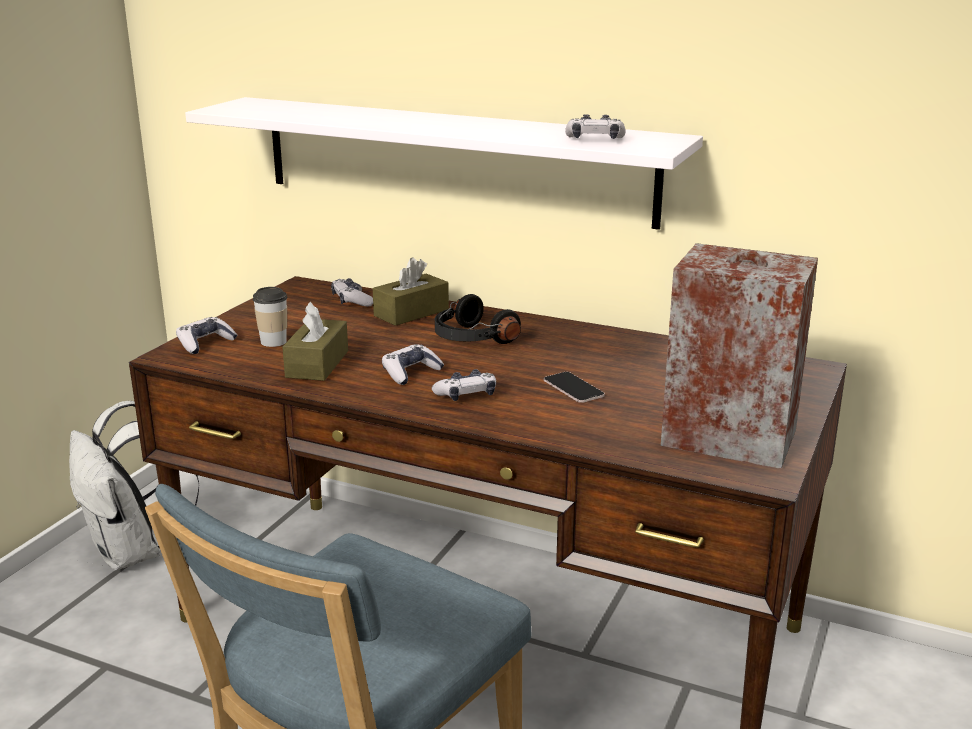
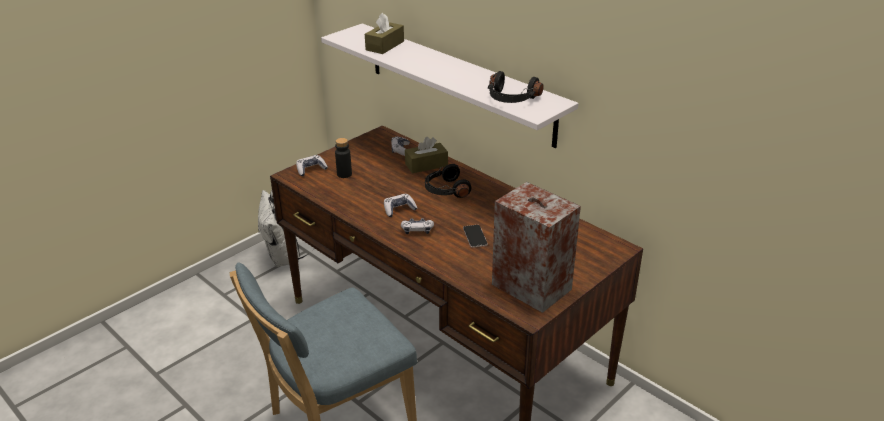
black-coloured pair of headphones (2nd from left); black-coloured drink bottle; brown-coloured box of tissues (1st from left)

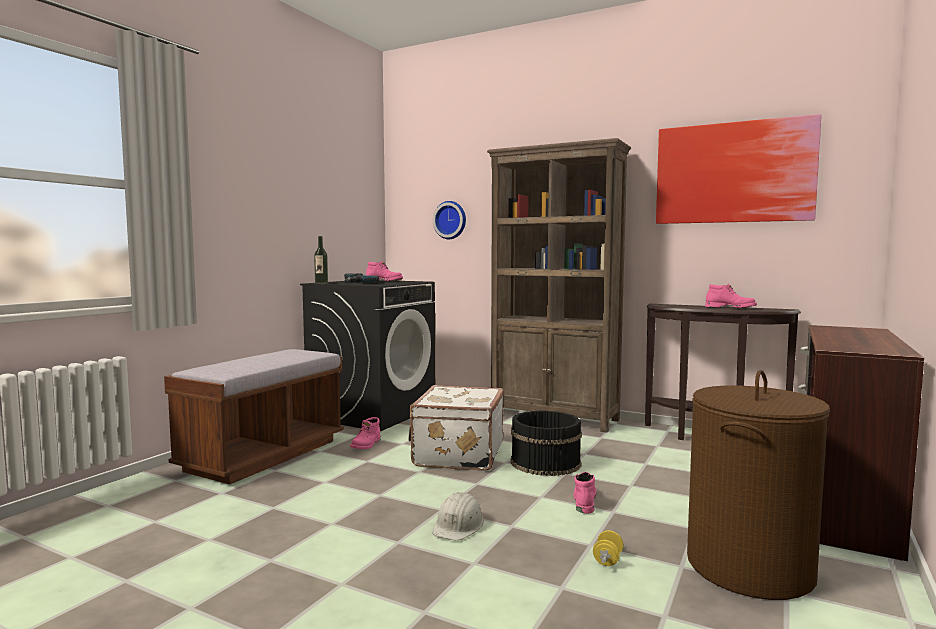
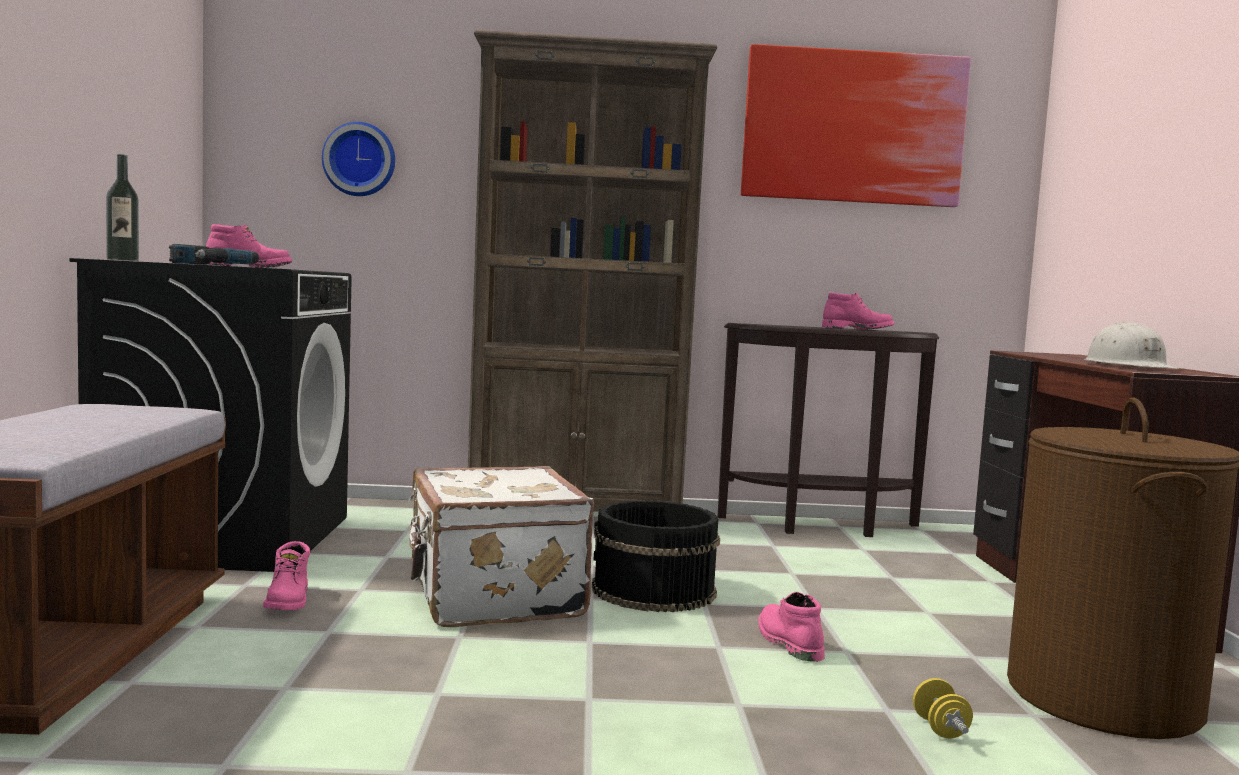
white-coloured work helmet

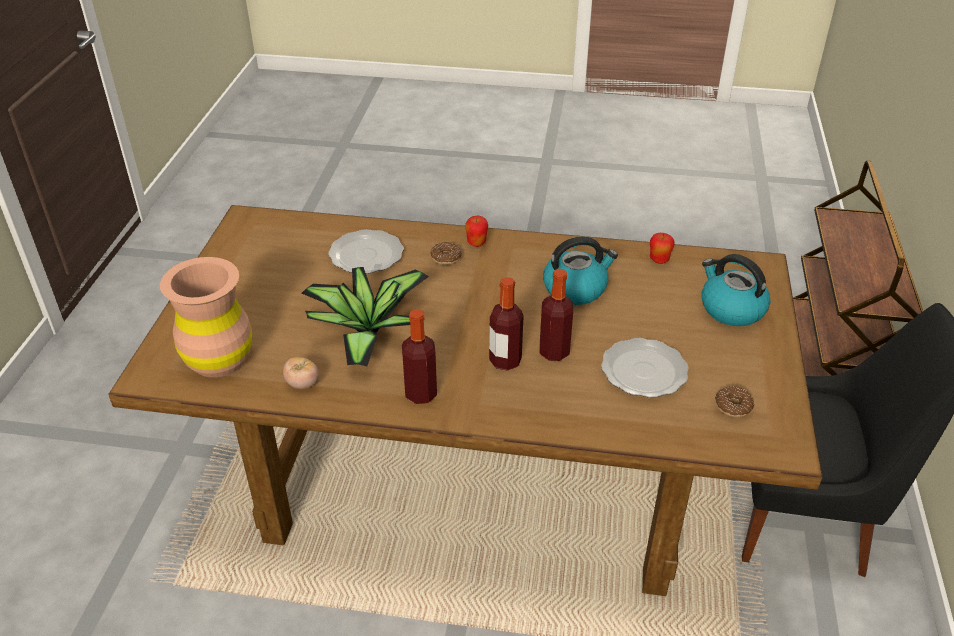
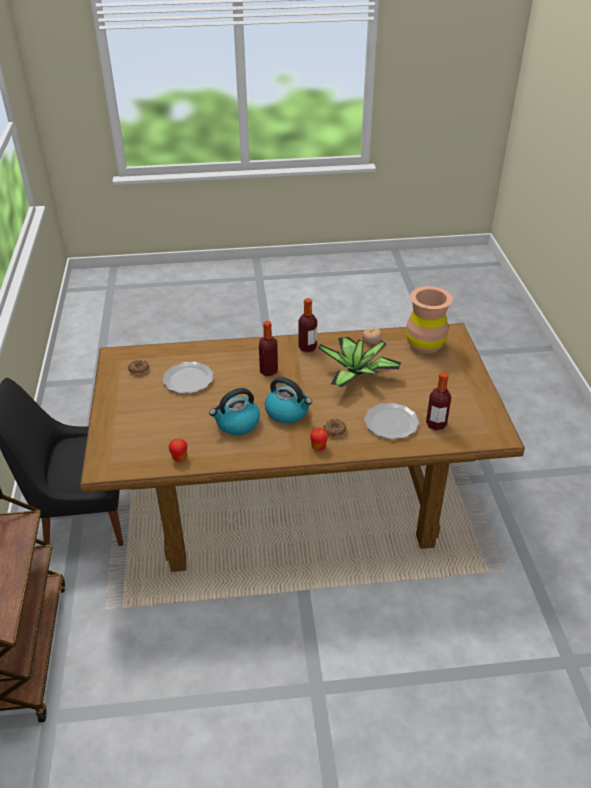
water kettle (2nd from left); drink bottle (3rd from left)

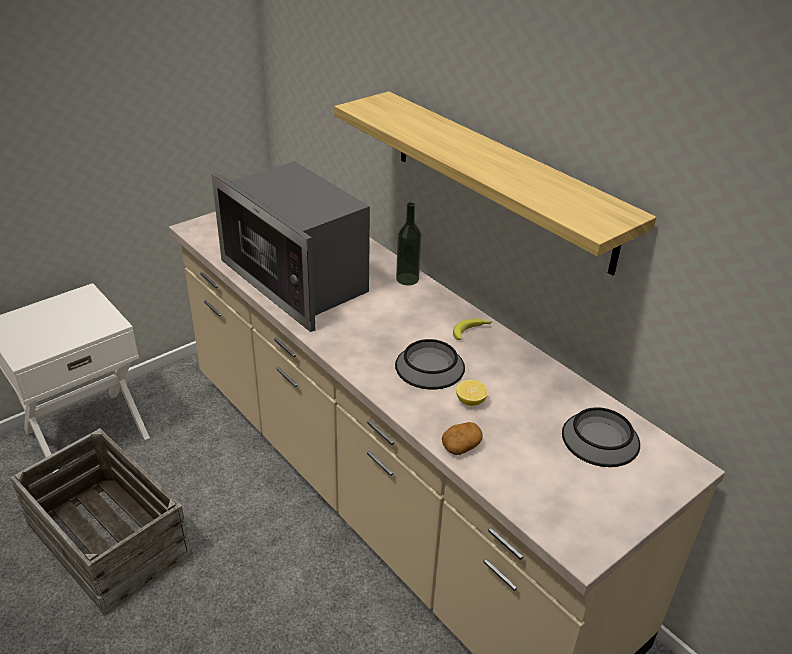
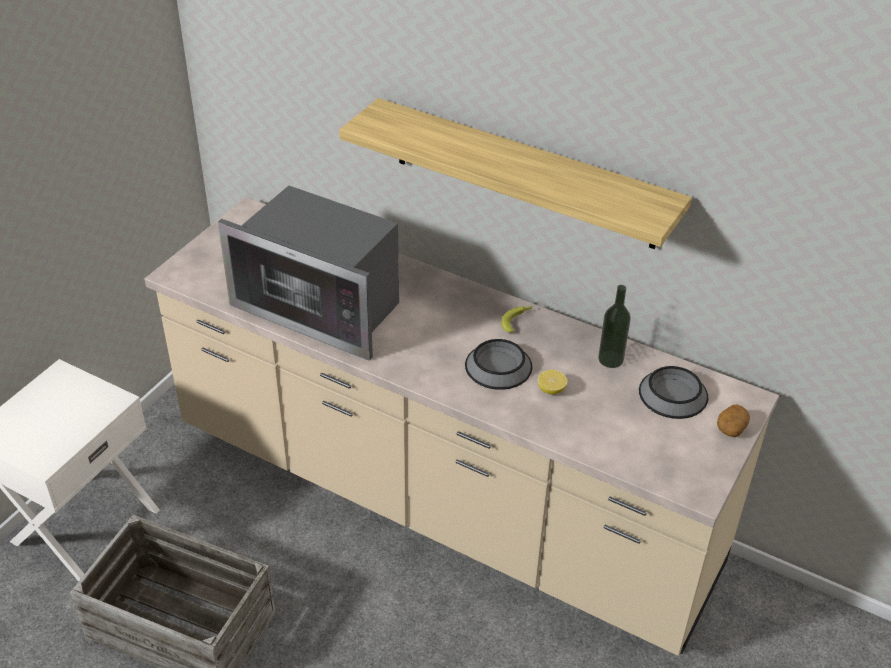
drink bottle; spud

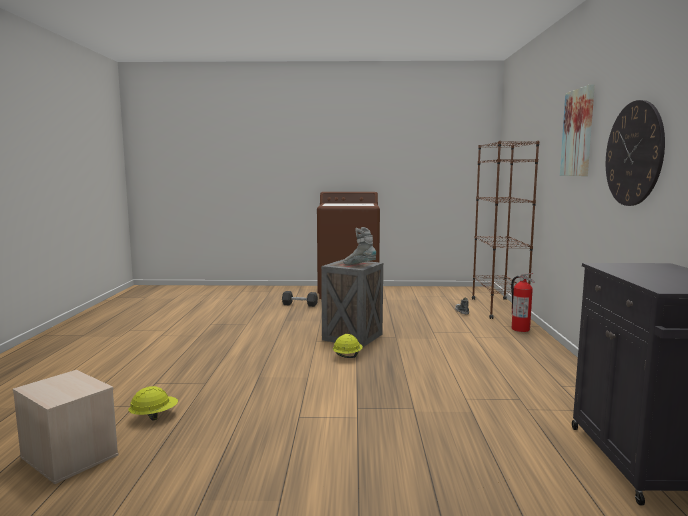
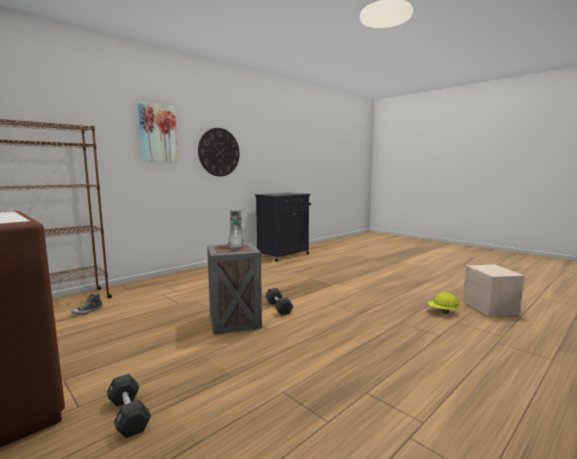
extinguisher; black-coloured hand weight (2nd from left)

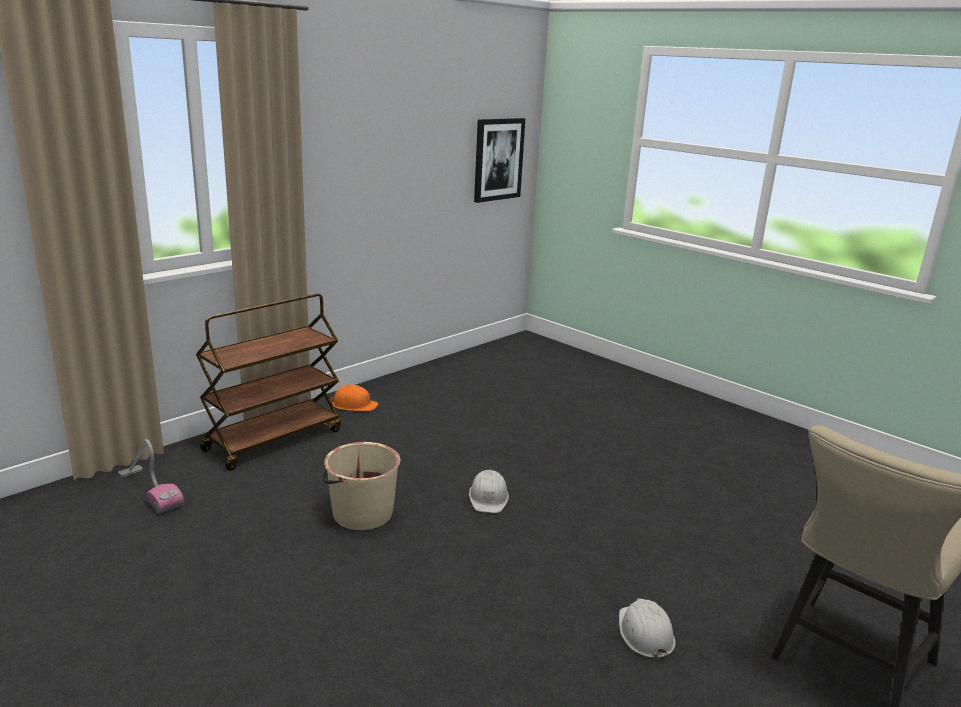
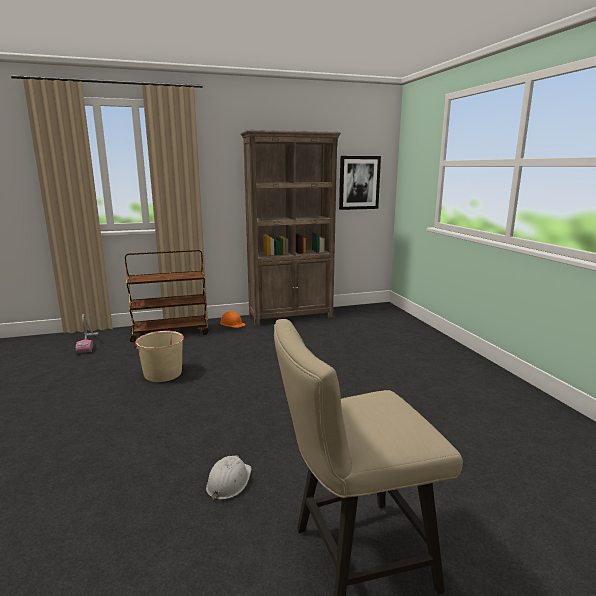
white-coloured work helmet (1st from left in the first image); brown-coloured bookshelf

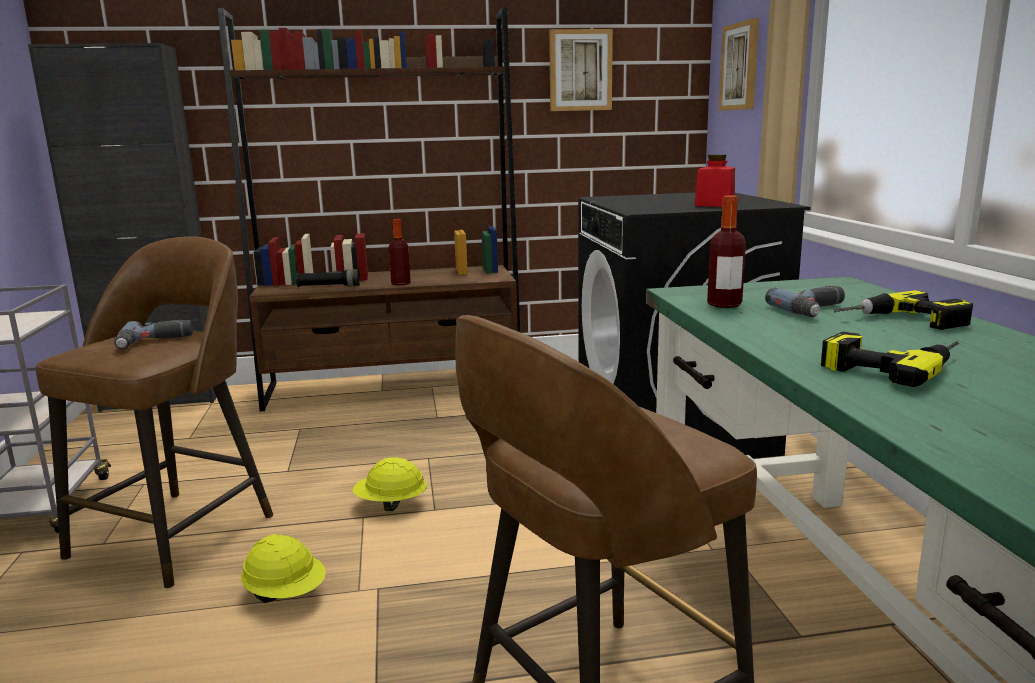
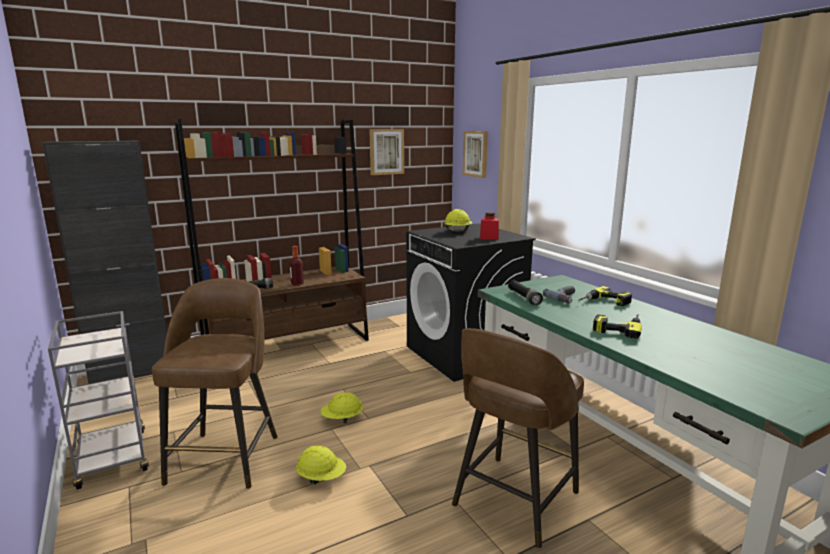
black-coloured hand torch (2nd from left); power drill (1st from left in the first image); yellowish work helmet (3rd from left)

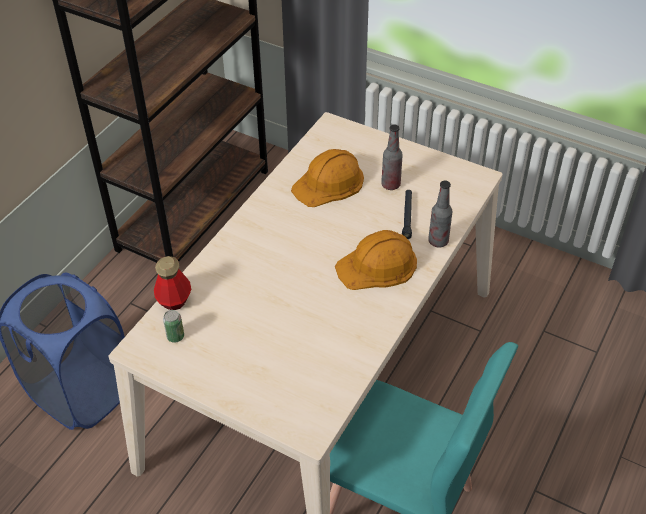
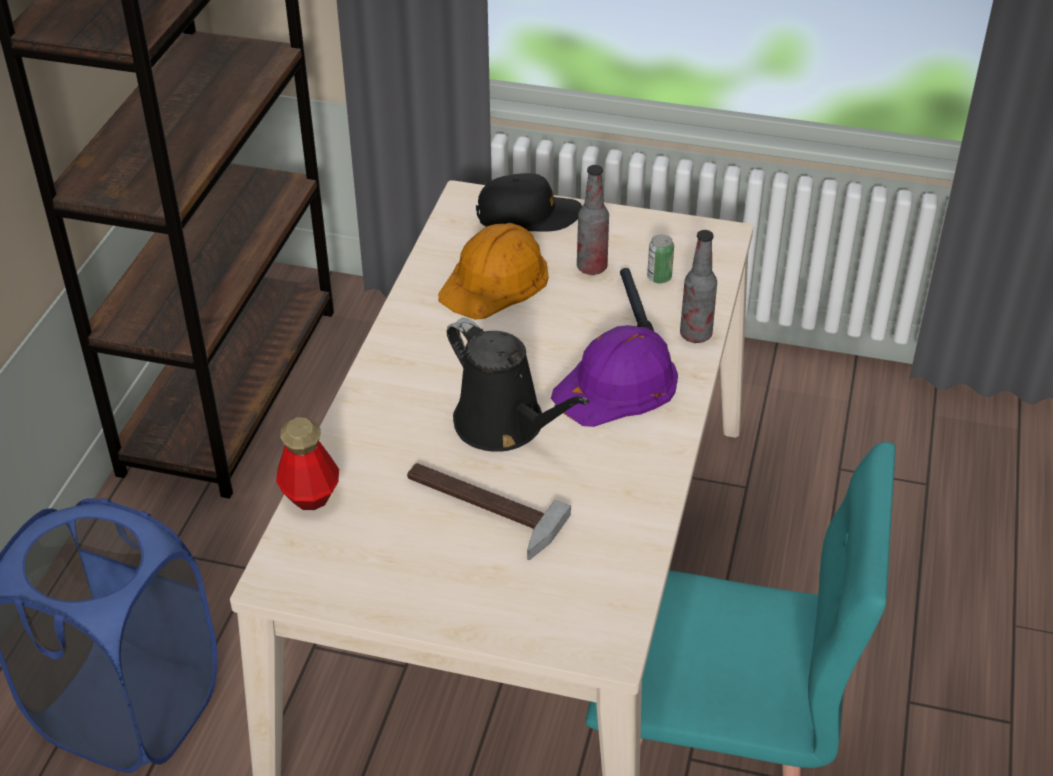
purplish work helmet; metal can; black-coloured baseball cap; black-coloured watering can; tool hammer

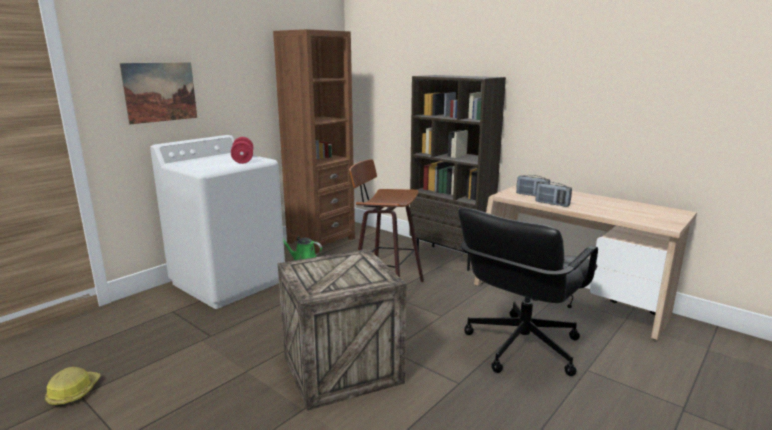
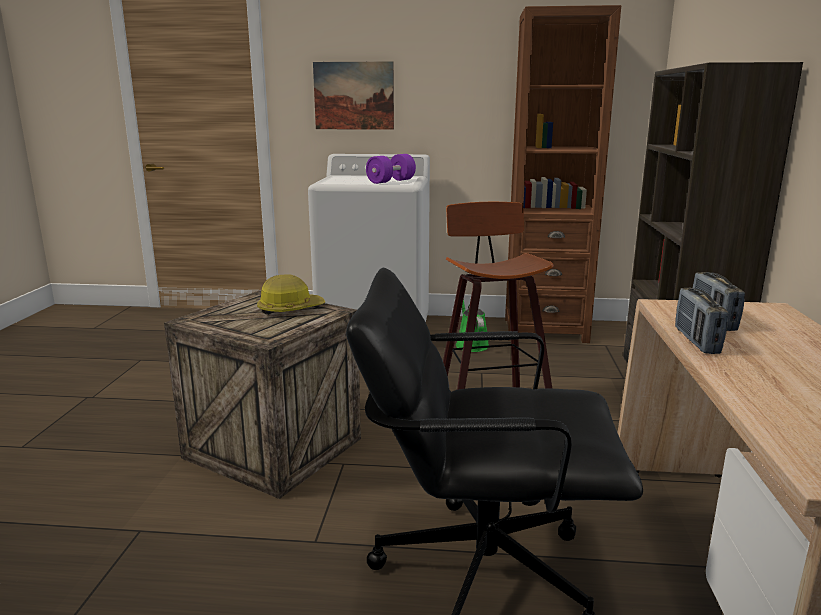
purplish hand weight; work helmet

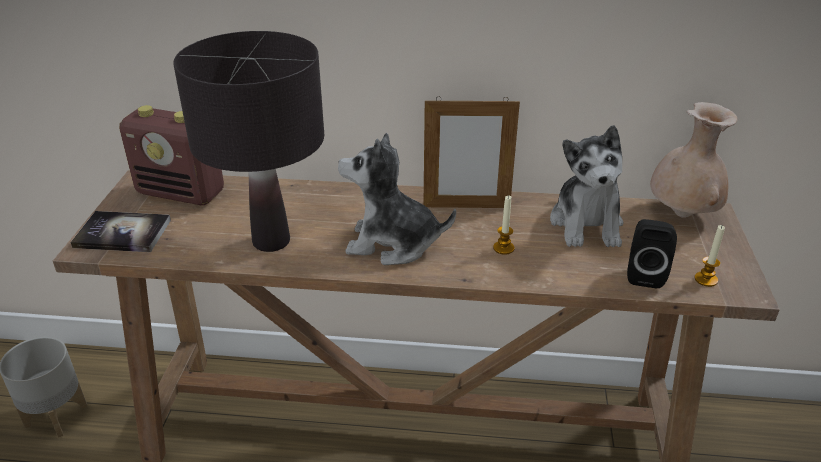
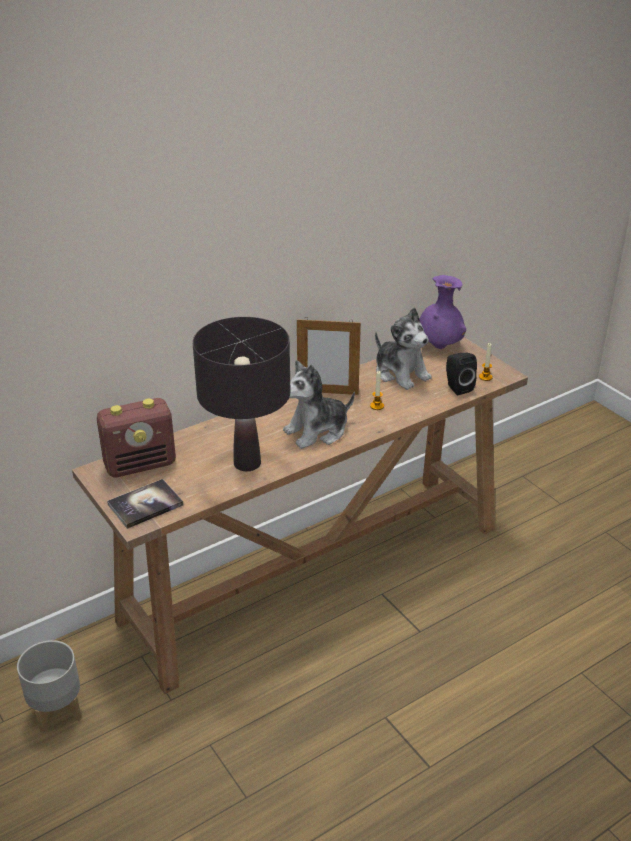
picture frame; purplish vase

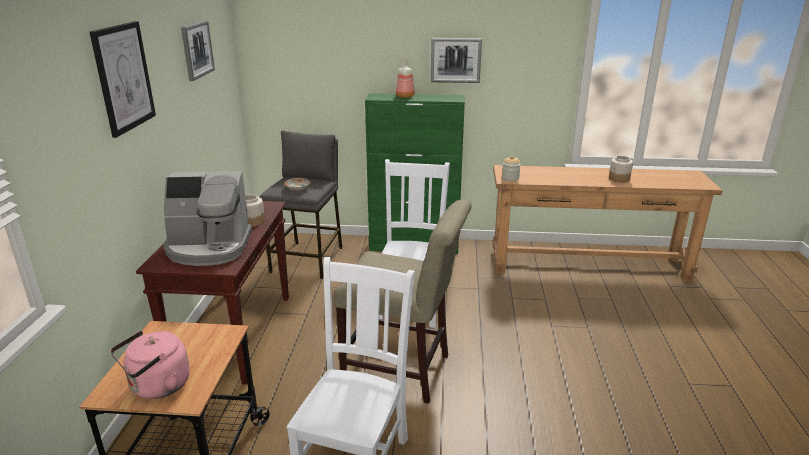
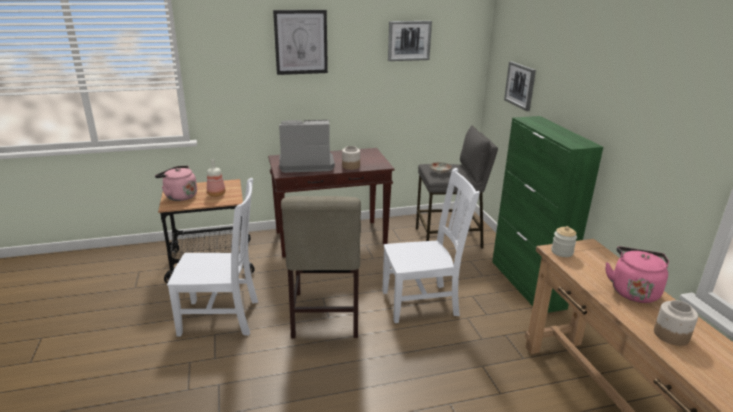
wall art (3rd from left); drink bottle; coffee machine; pink-coloured water kettle (2nd from left)

